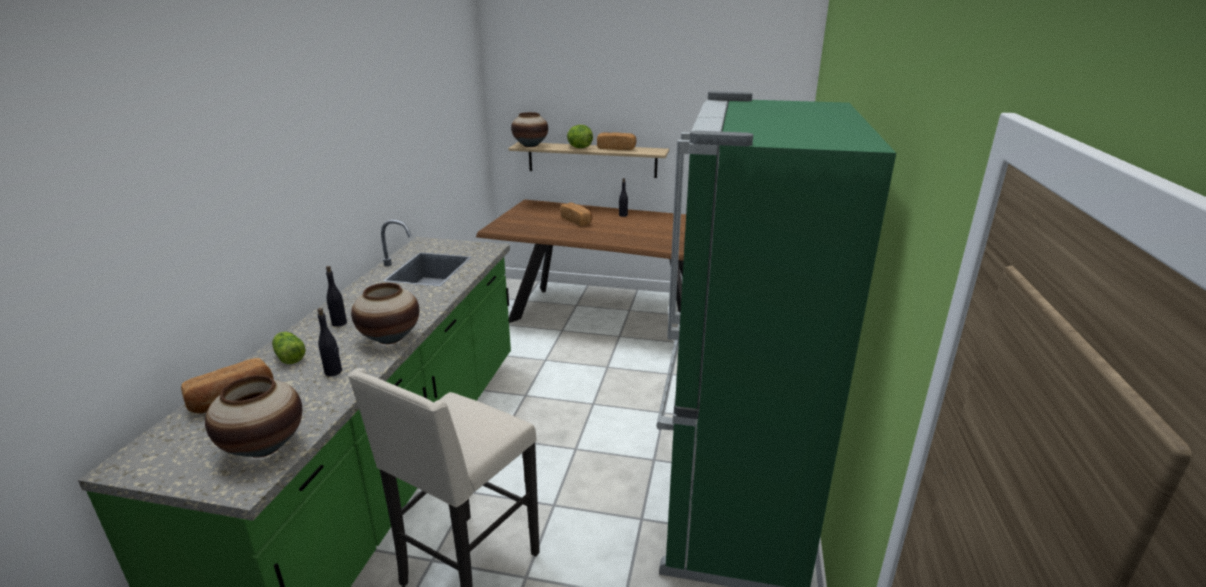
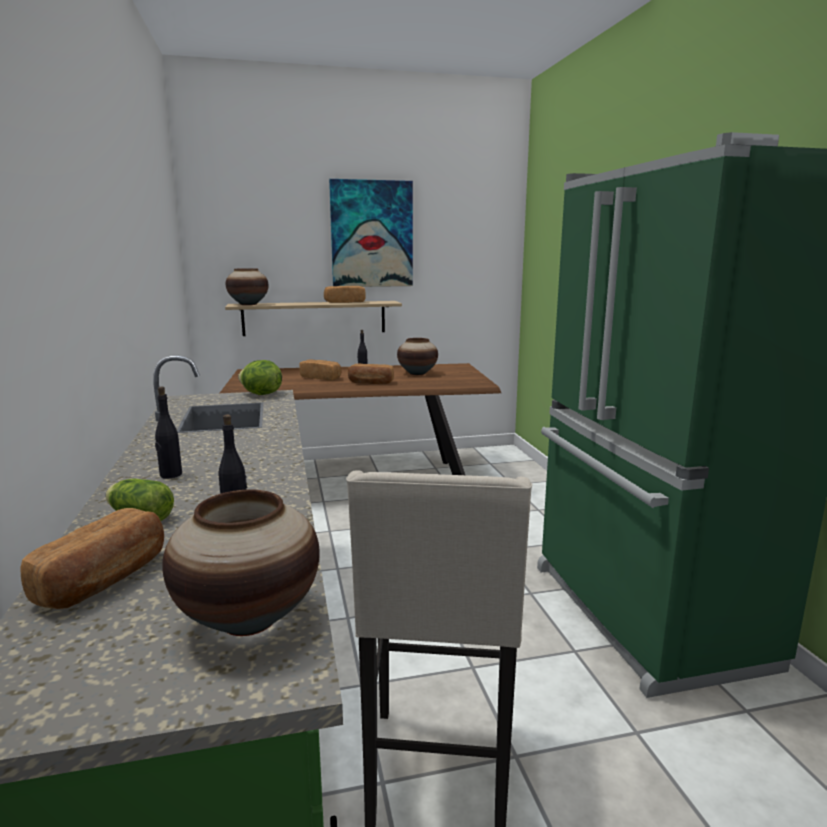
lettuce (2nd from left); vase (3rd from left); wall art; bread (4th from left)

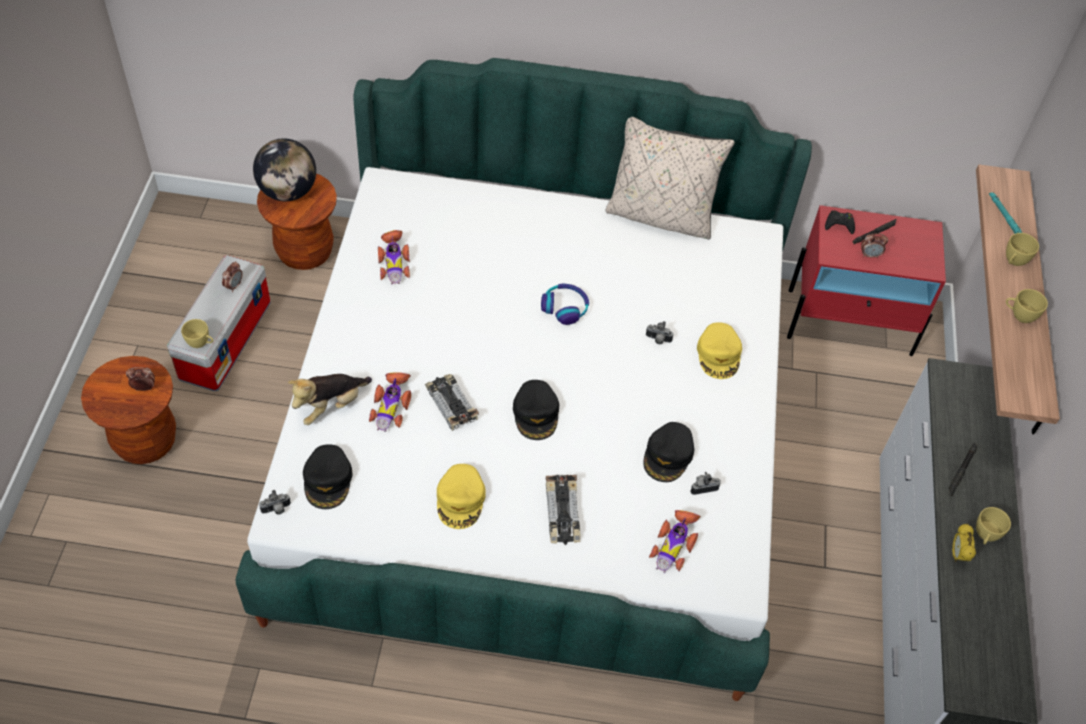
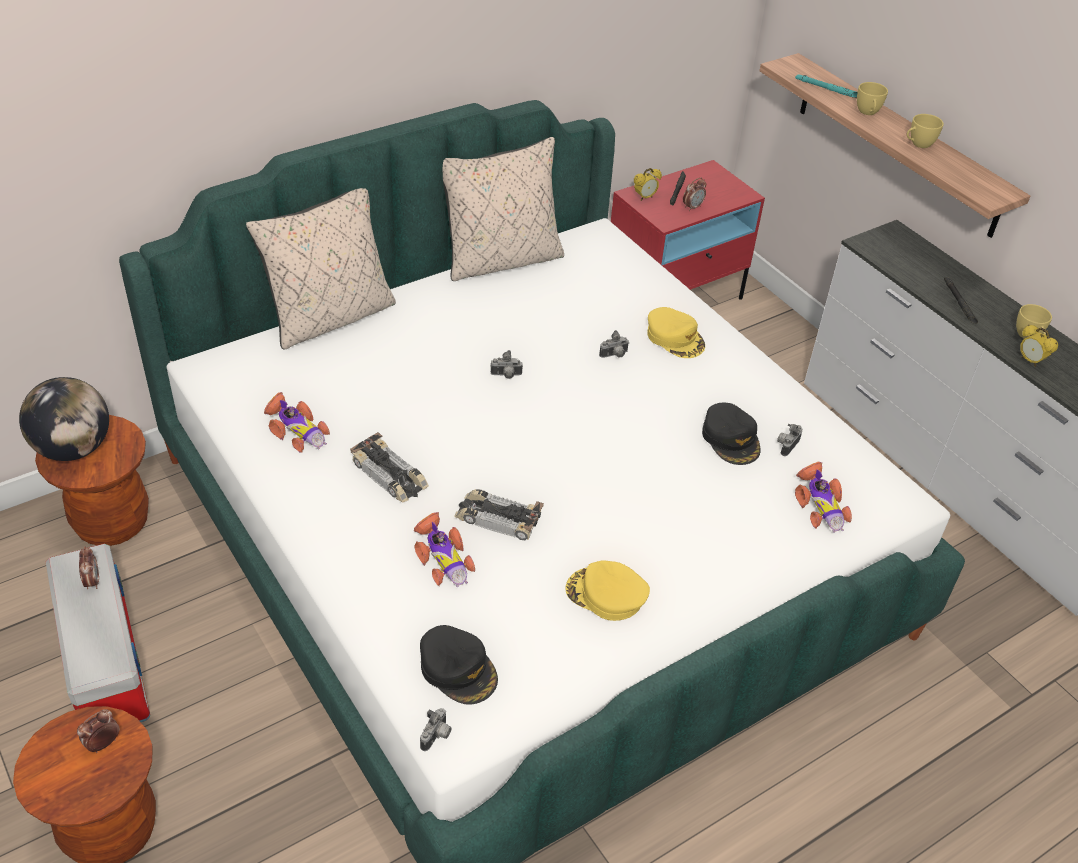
bedside clock (3rd from left); still camera (2nd from left); yellowish cup (1st from left in the first image); plush toy; black-coloured baseball cap (2nd from left in the first image); yellowish baseball cap (1st from left); model car (2nd from left); beige throw pillow (1st from left)

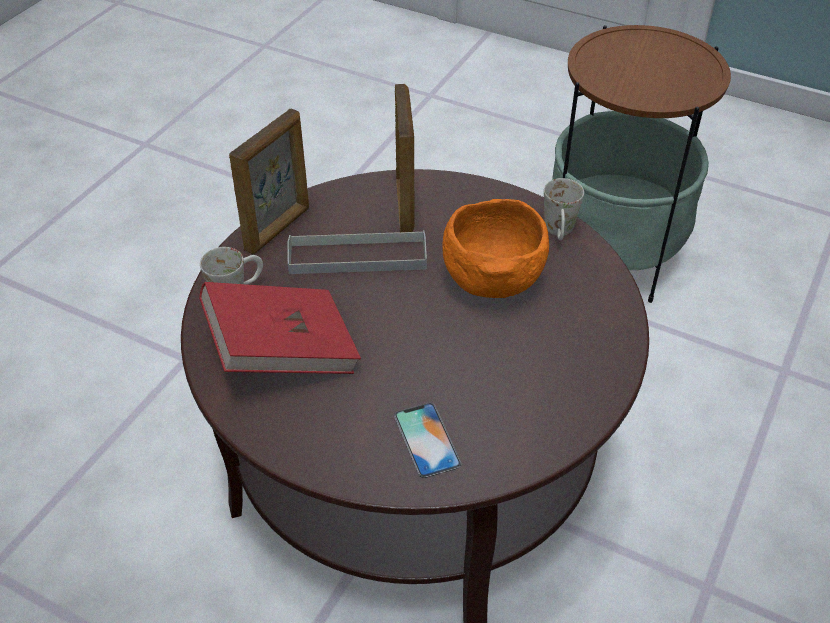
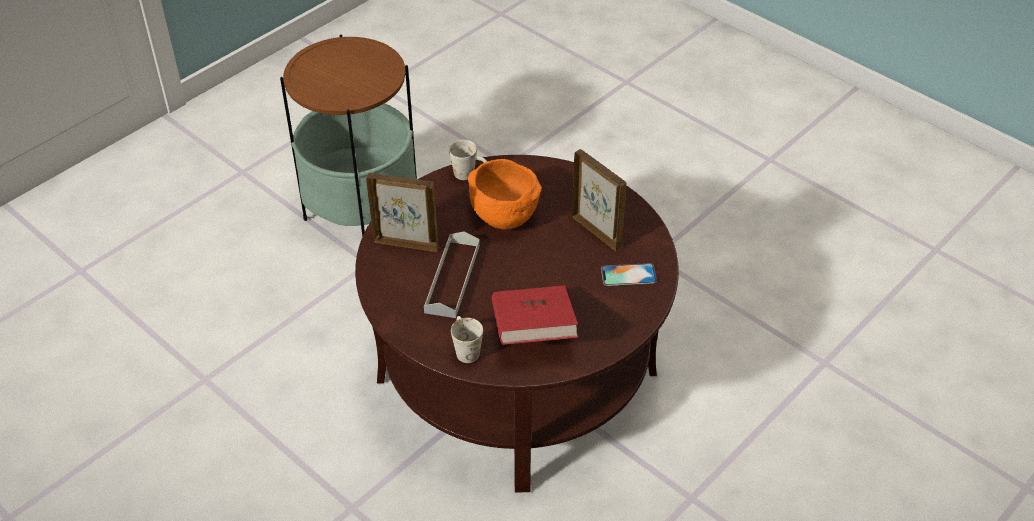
picture frame (2nd from left)

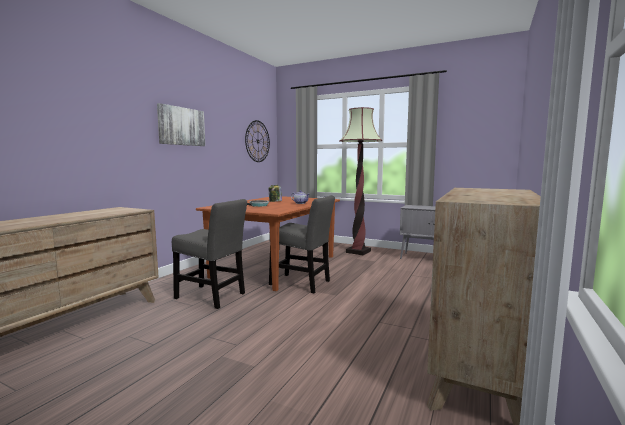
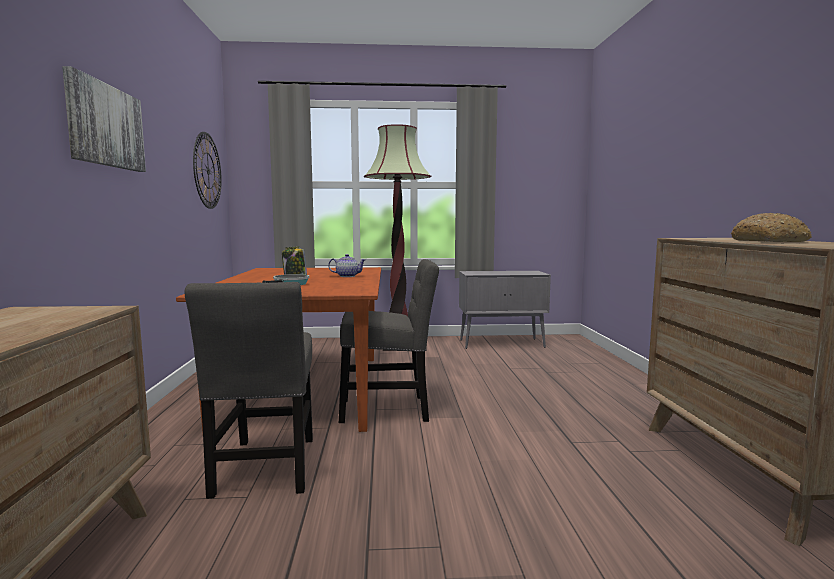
greyish upright chair (1st from left); bread

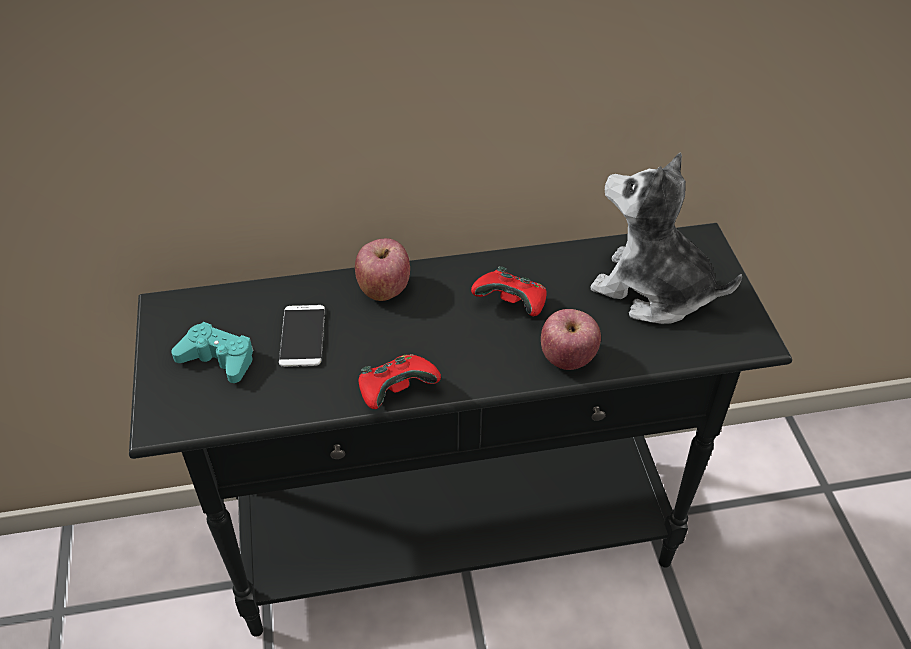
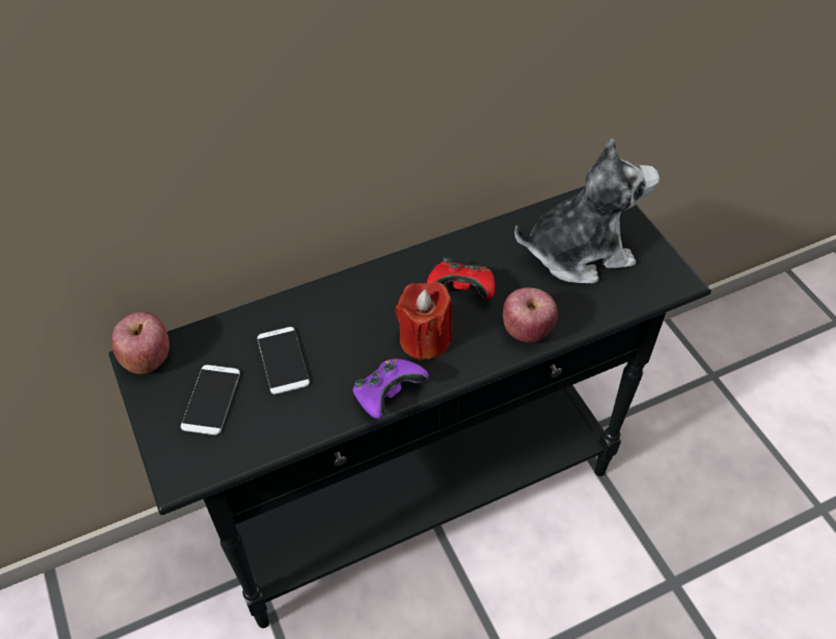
plush toy; whole apple (1st from left); telephone (1st from left); purplish game controller; red wax light

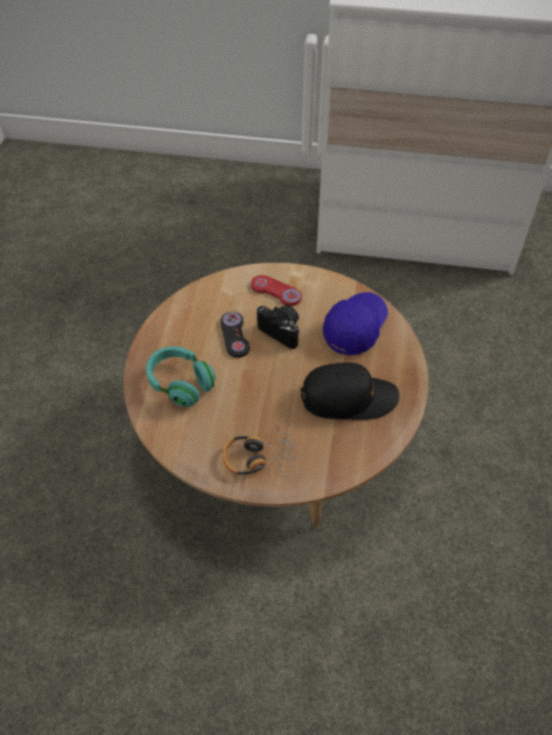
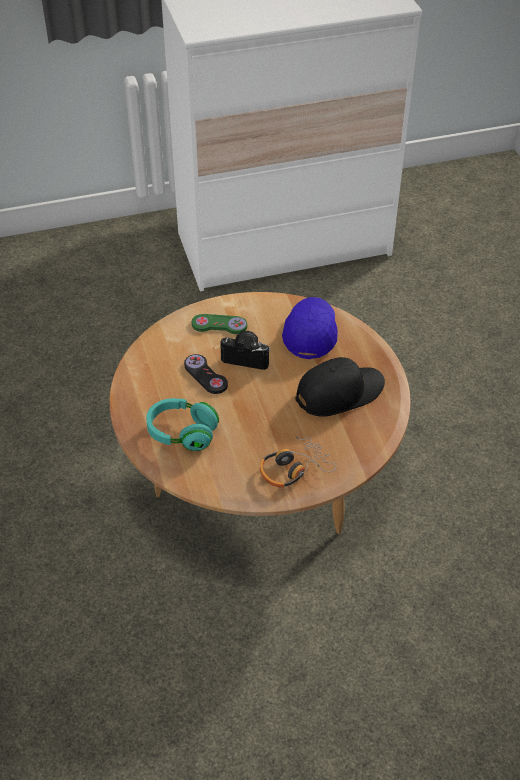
green-coloured game controller

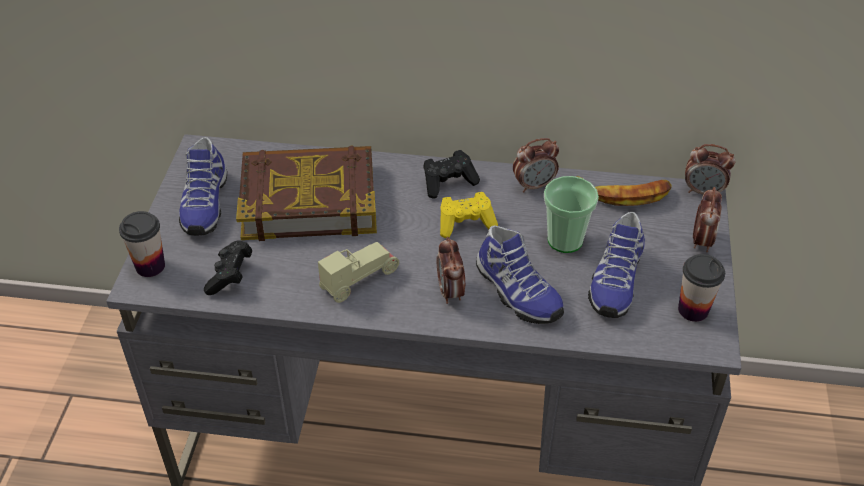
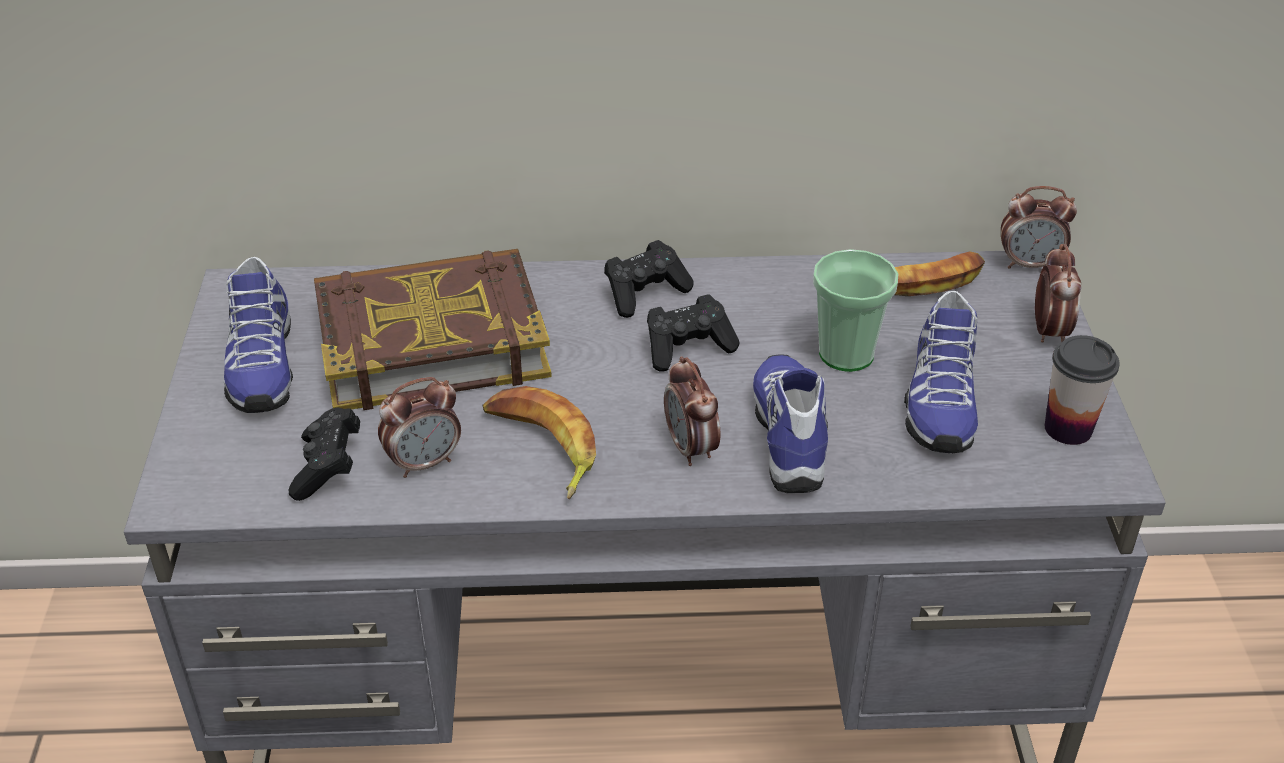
bedside clock (1st from left); black-coloured game controller (3rd from left); cup (1st from left in the first image); shoe (2nd from left); whole banana (1st from left)

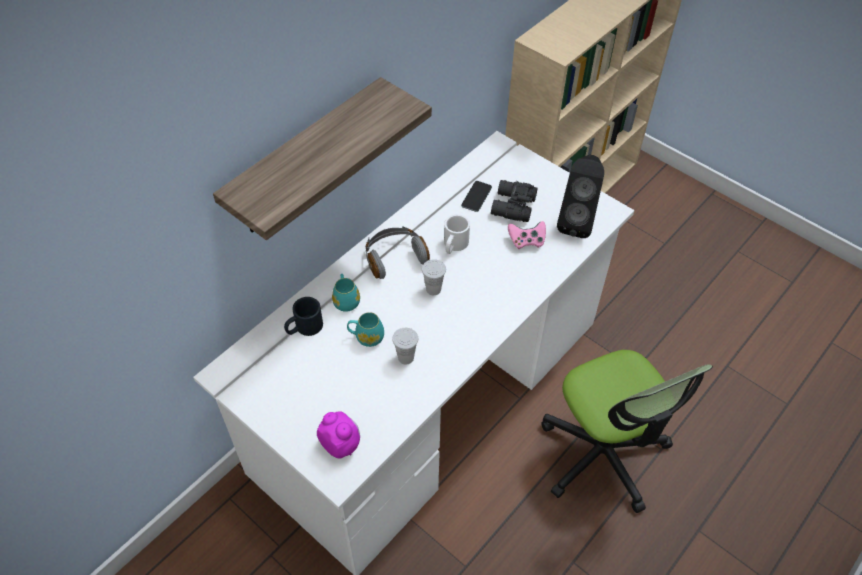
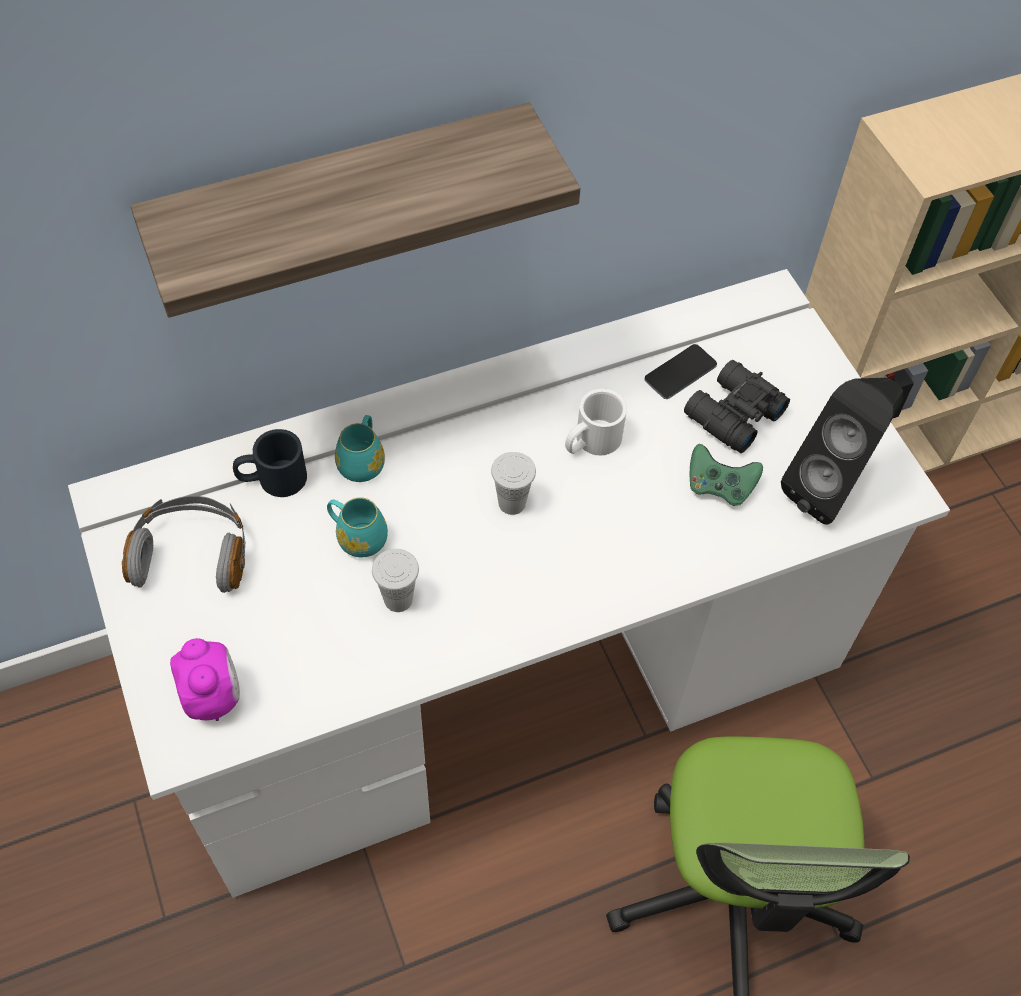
green-coloured game controller; greyish pair of headphones

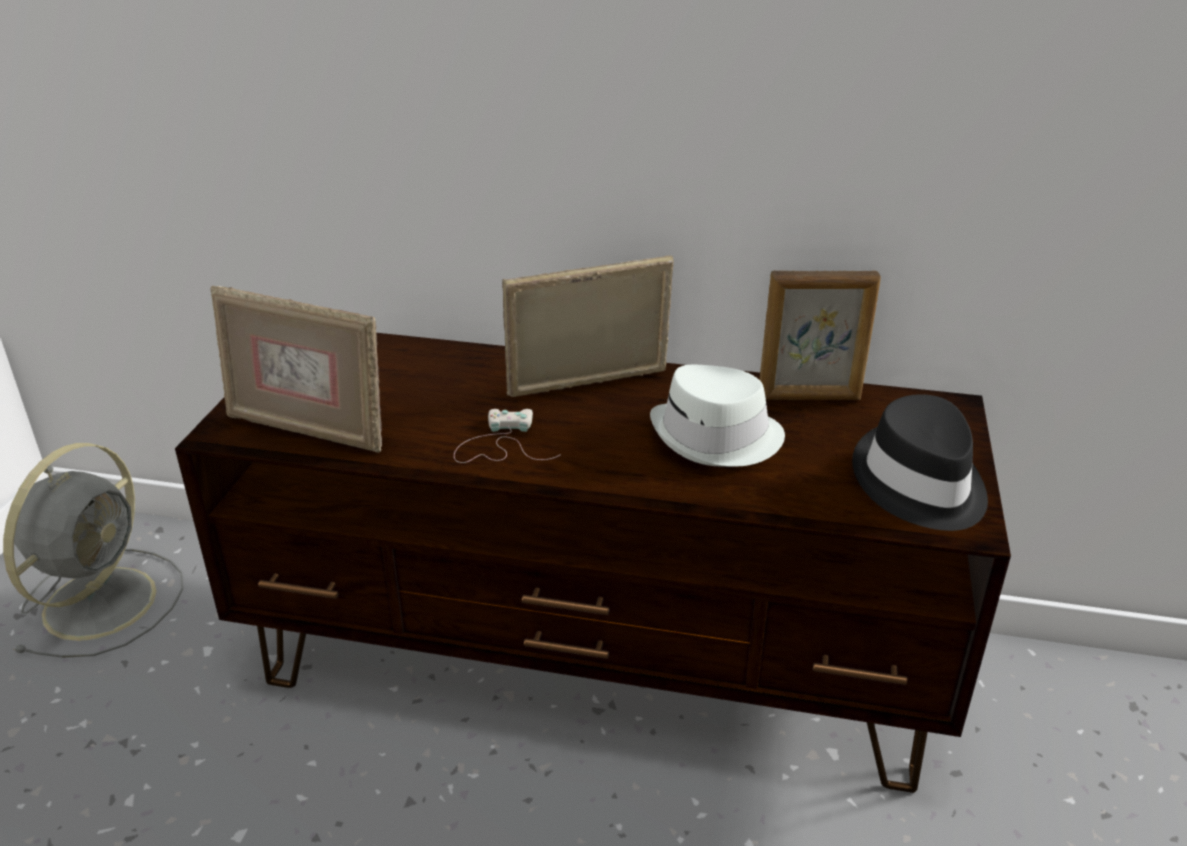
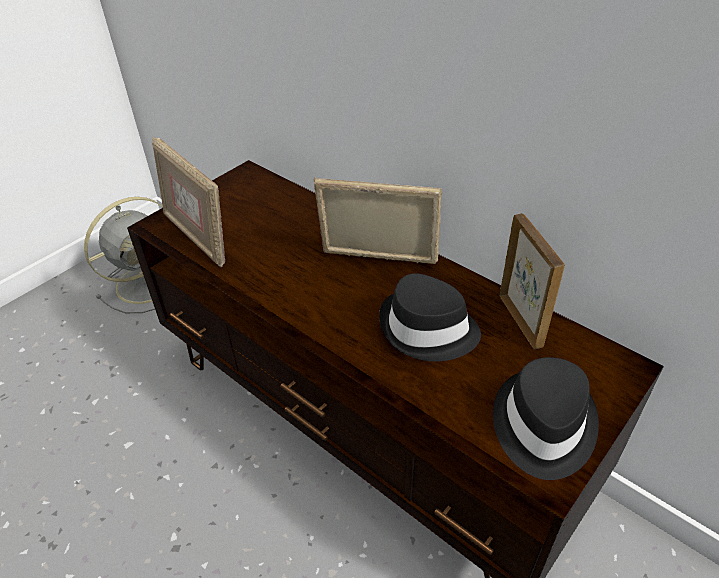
picture frame (3rd from left); black-coloured clothing hat (1st from left); white-coloured game controller

